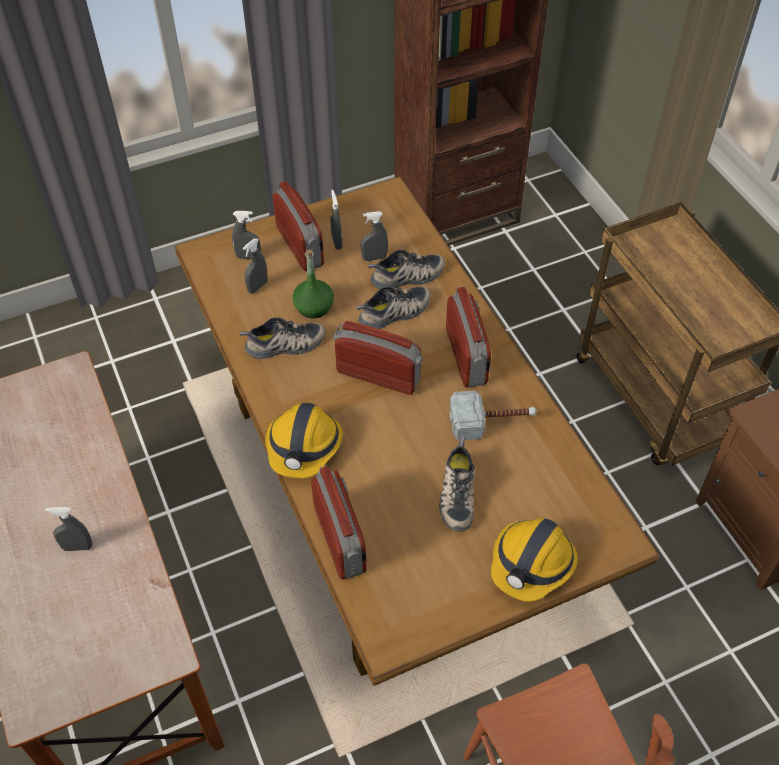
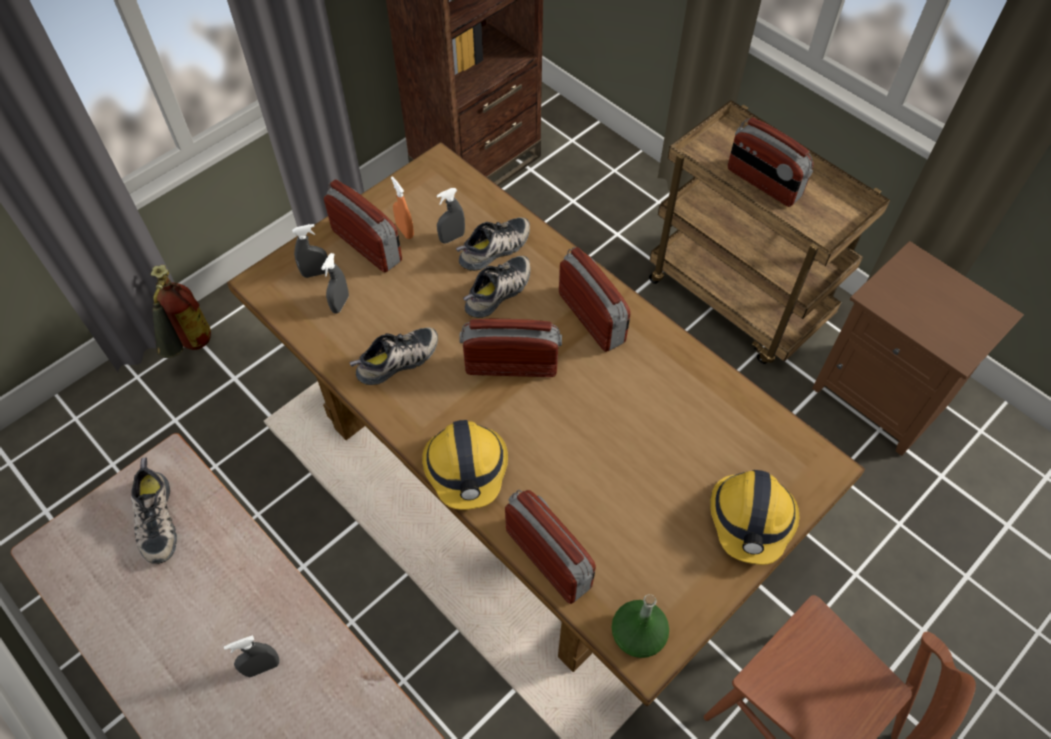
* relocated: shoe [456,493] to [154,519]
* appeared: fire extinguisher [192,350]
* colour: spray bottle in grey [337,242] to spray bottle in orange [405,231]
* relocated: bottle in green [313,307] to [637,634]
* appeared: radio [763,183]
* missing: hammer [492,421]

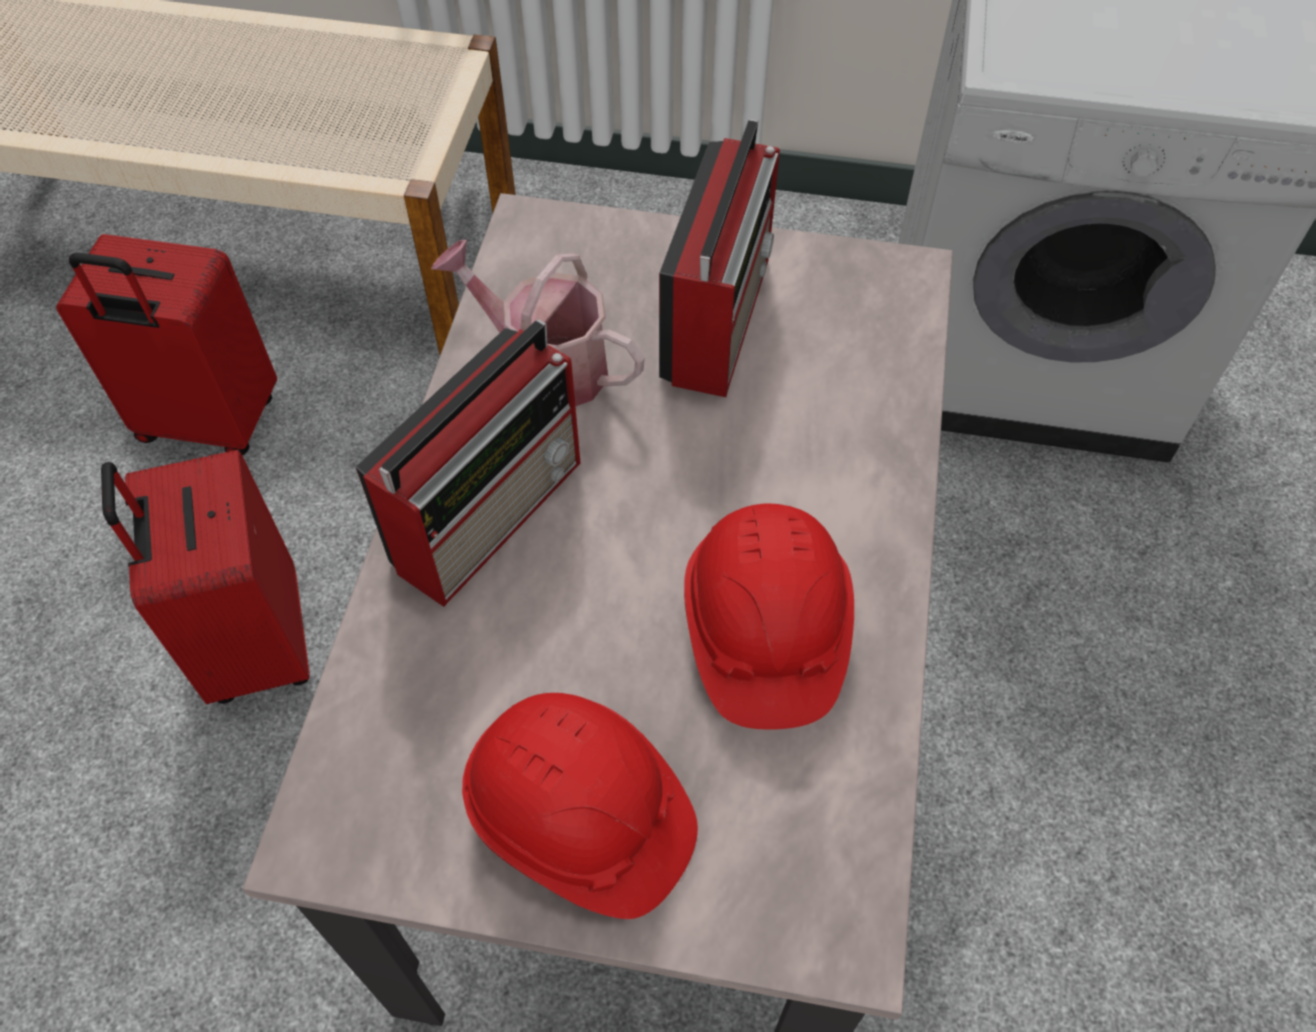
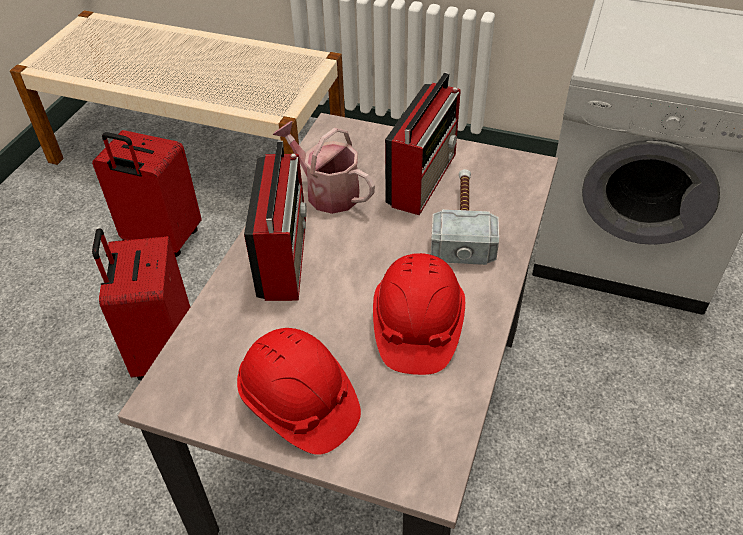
* spun: radio [492,511] = [284,256] 45 degrees counterclockwise
* appeared: hammer [463,224]

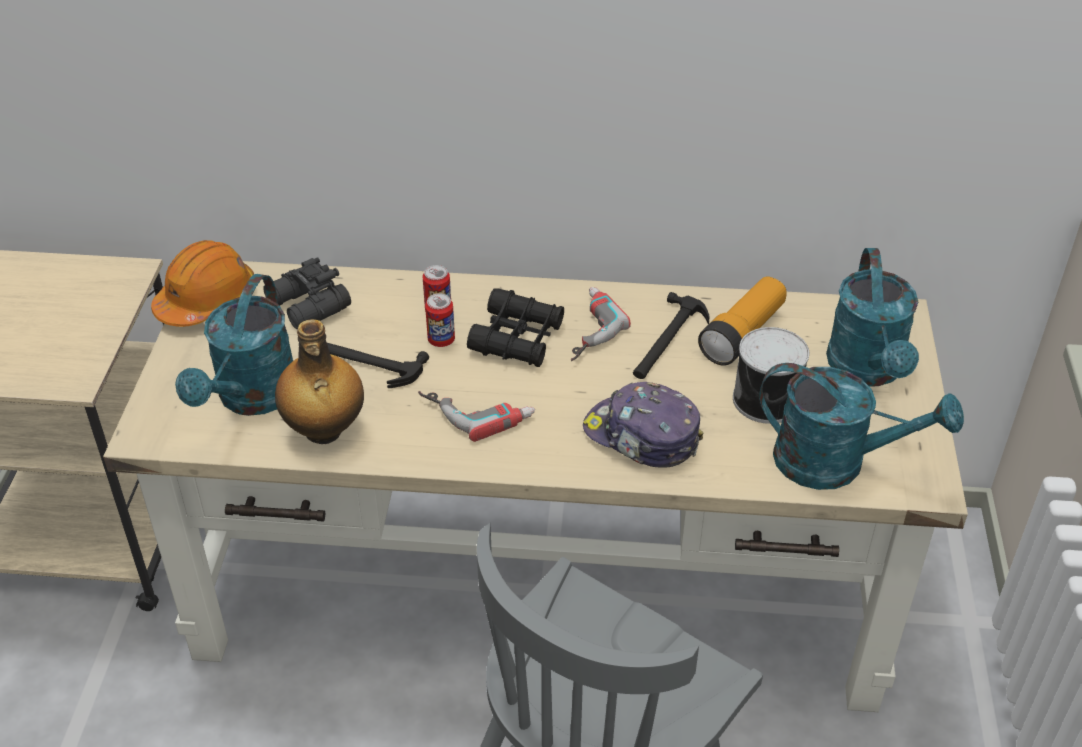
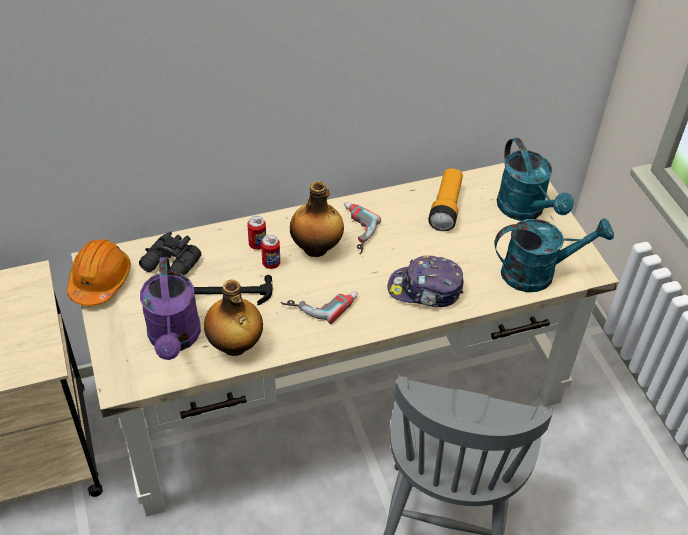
* colour: watering can in turquoise [251,399] to watering can in purple [174,339]
* exchanged: binoculars in black [517,338] to bottle [317,248]
* missing: hammer [667,341]
* missing: can [768,400]

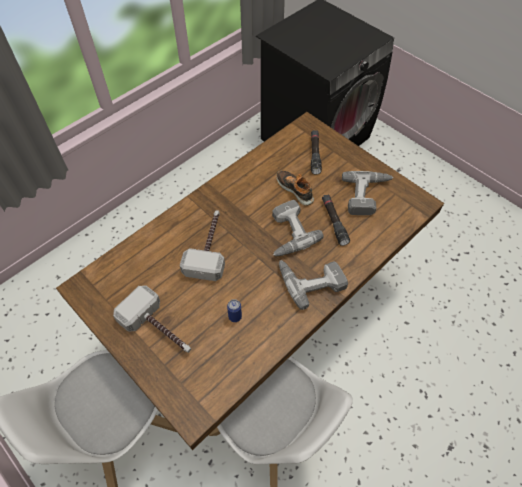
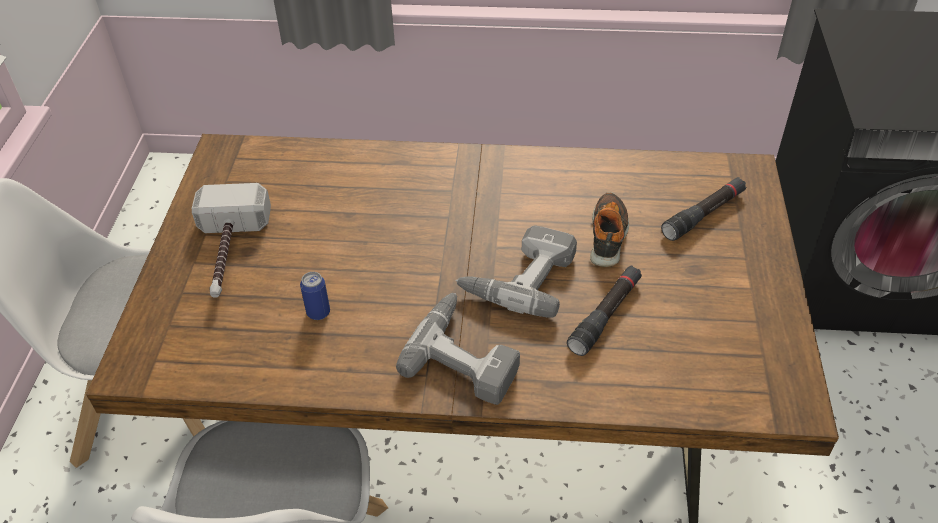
* missing: hammer [209,247]
* missing: power drill [368,196]

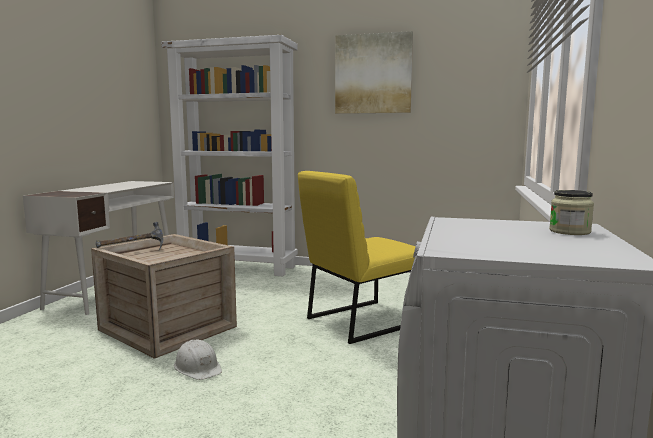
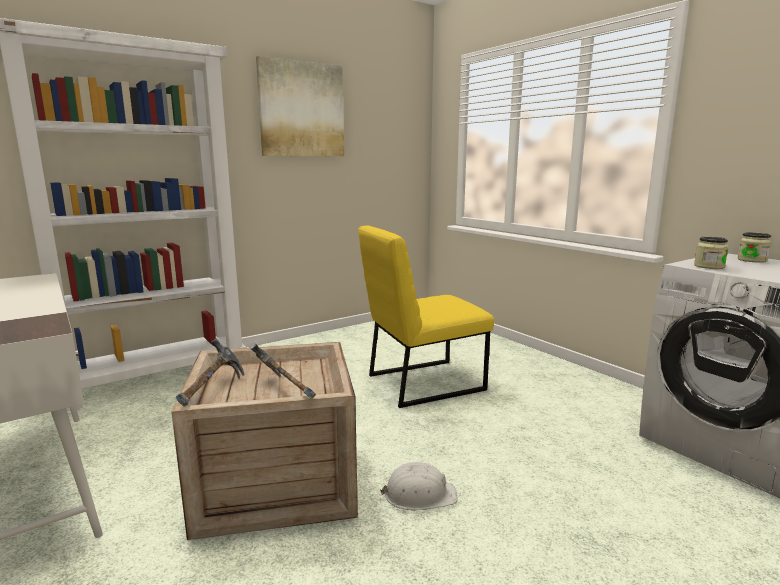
* appeared: hammer [284,393]
* spun: chair in yellow [361,321] = [422,383] 60 degrees clockwise
* appeared: jar [709,266]

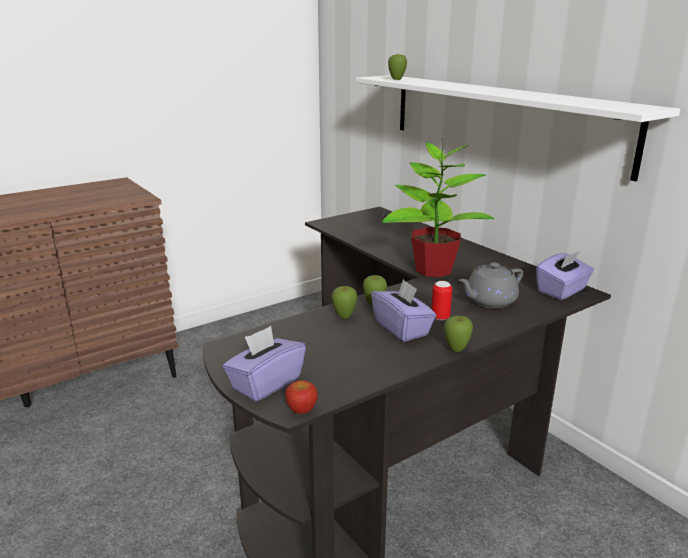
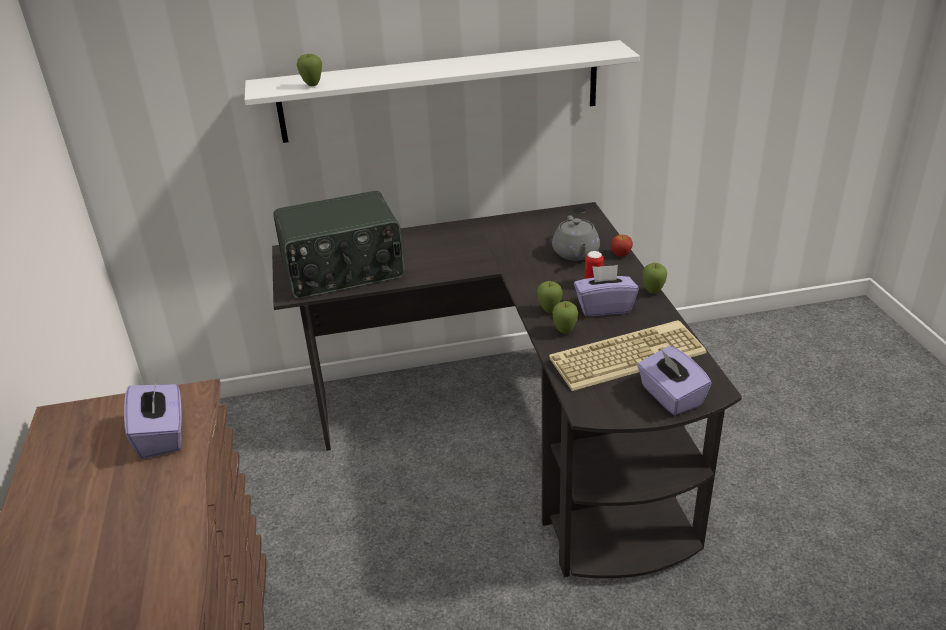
* relocated: tissue box in purple [562,291] to [162,436]
* appeared: radio [343,271]
* appeared: keyboard [627,355]
* relocated: apple [301,410] to [621,254]
* missing: potted plant [432,269]

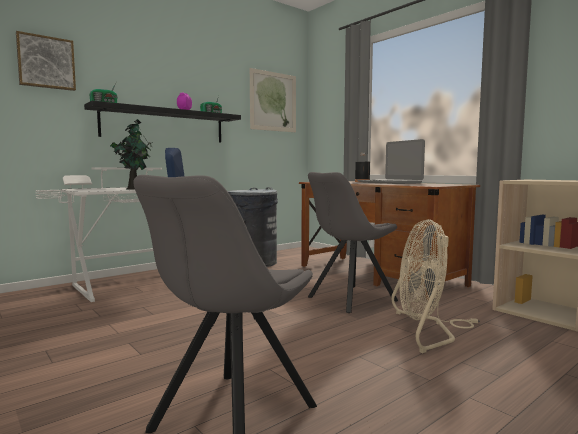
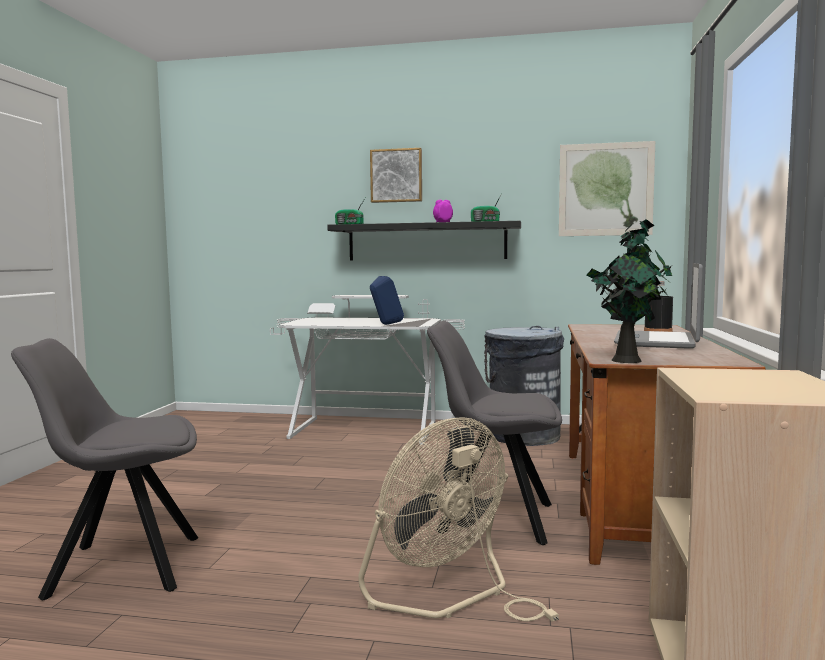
* relocated: picture [46,62] to [396,176]
* relocated: potted plant [134,189] to [627,360]

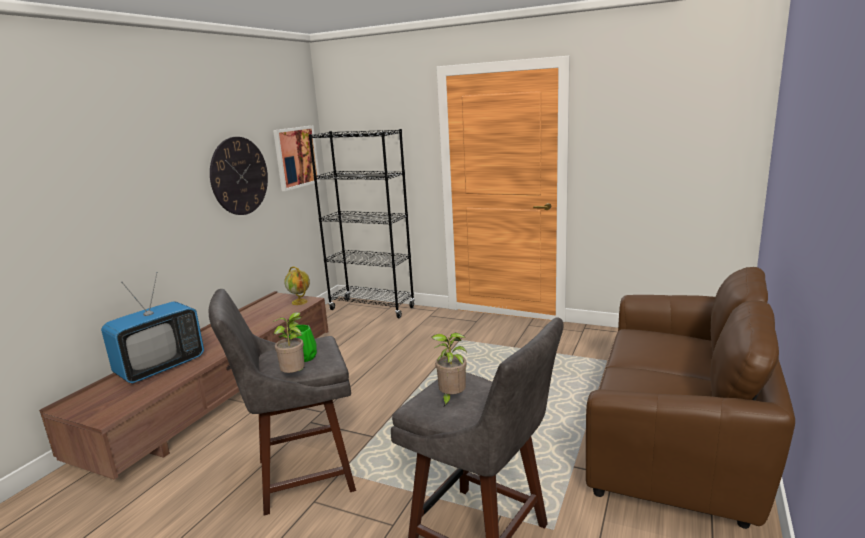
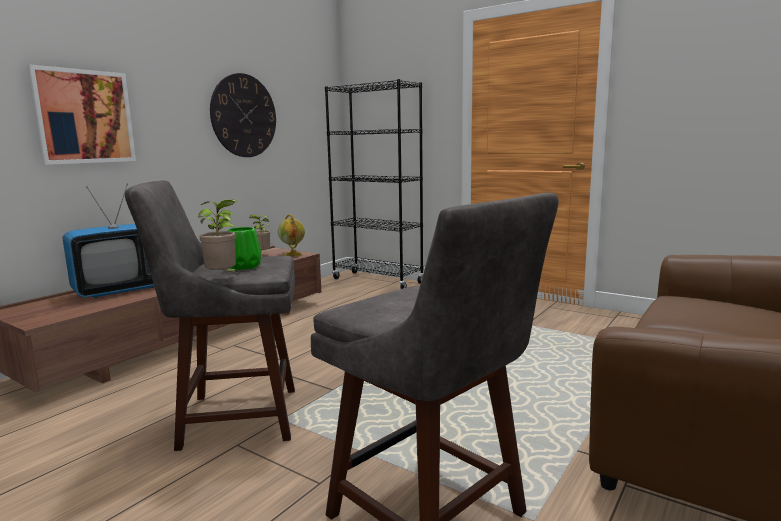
* relocated: picture [296,157] to [83,117]
* relocated: potted plant [451,399] to [261,254]

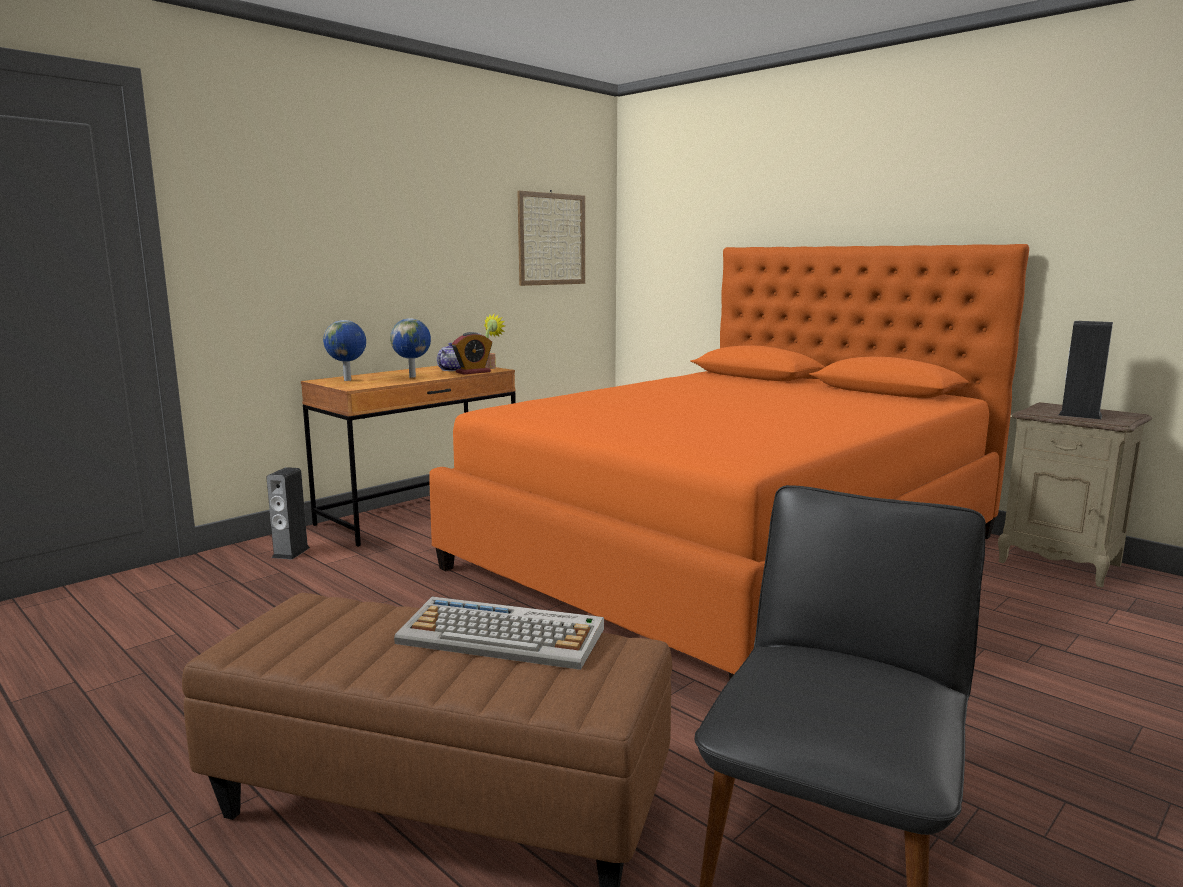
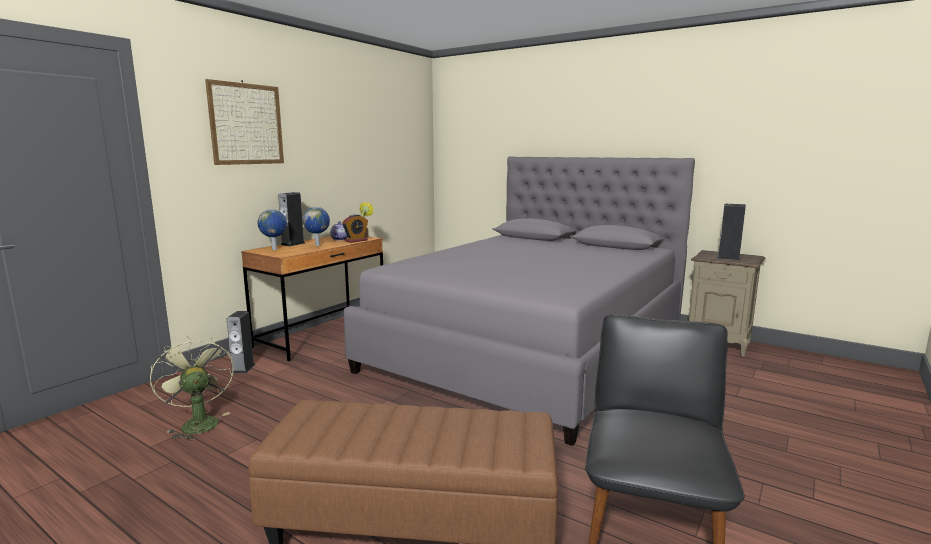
* appeared: fan in green [197,423]
* relocated: picture [551,237] to [246,122]
* appeared: speaker [293,244]
* colour: bed in orange [730,551] to bed in grey [531,349]
* missing: keyboard [503,636]

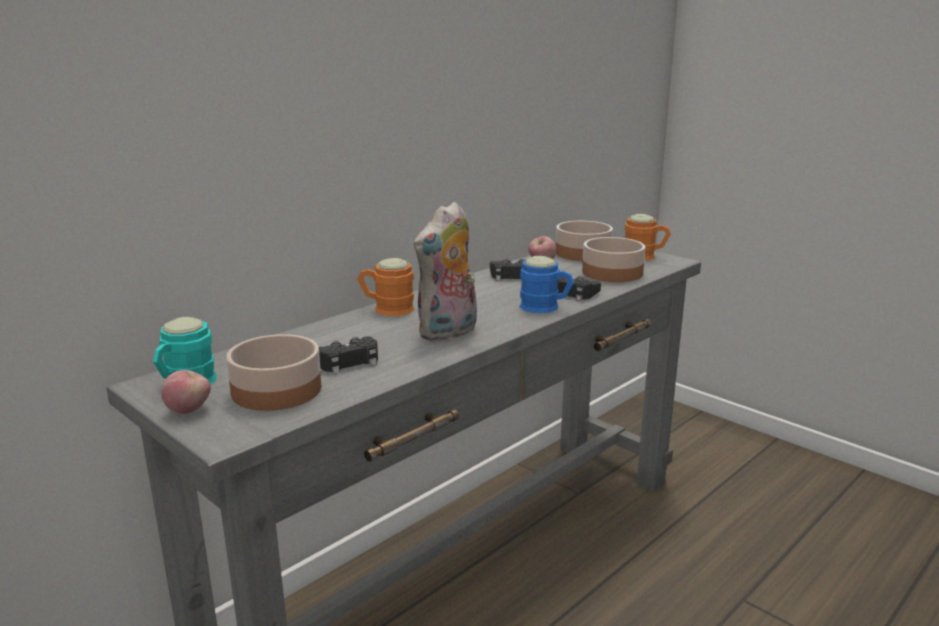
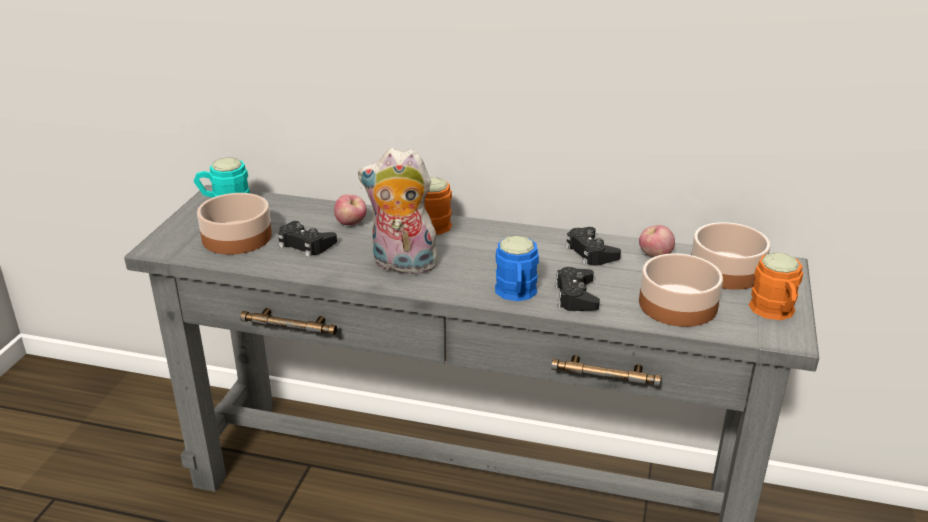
* relocated: apple [189,410] to [351,224]

